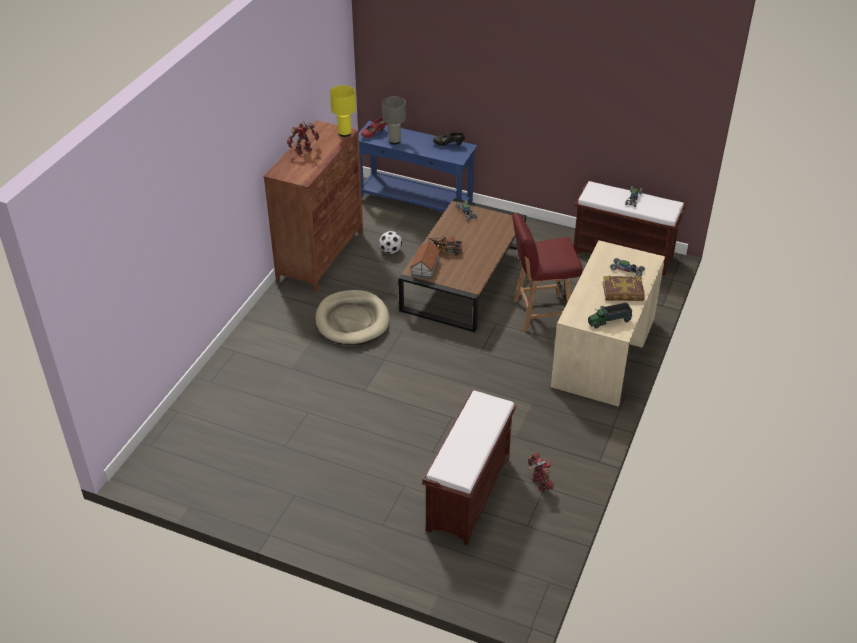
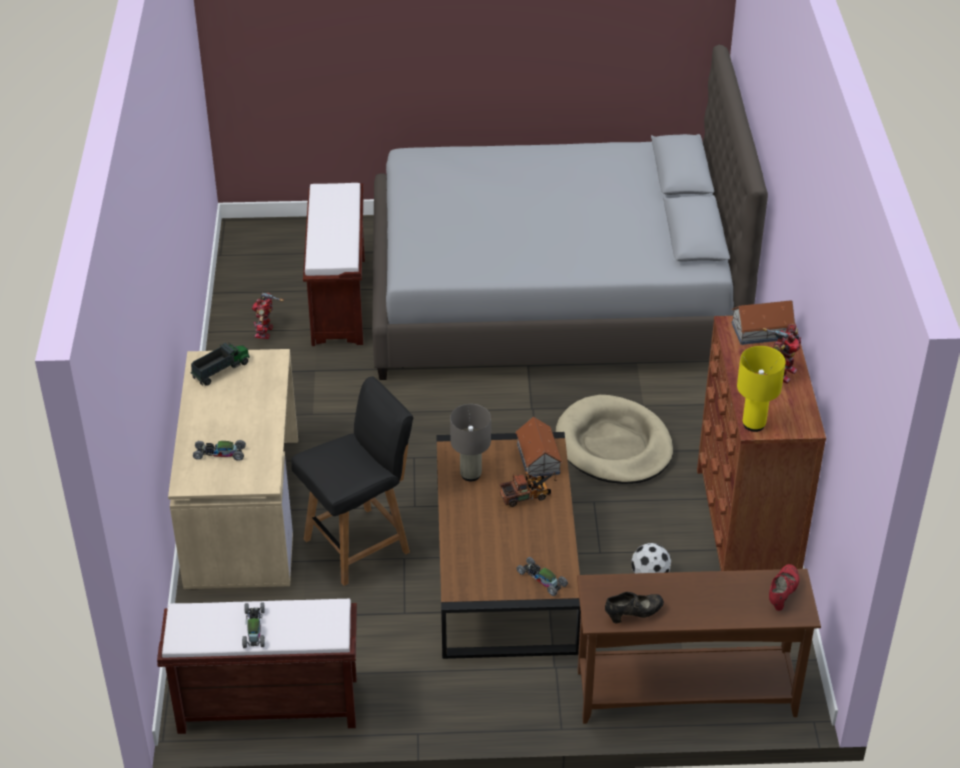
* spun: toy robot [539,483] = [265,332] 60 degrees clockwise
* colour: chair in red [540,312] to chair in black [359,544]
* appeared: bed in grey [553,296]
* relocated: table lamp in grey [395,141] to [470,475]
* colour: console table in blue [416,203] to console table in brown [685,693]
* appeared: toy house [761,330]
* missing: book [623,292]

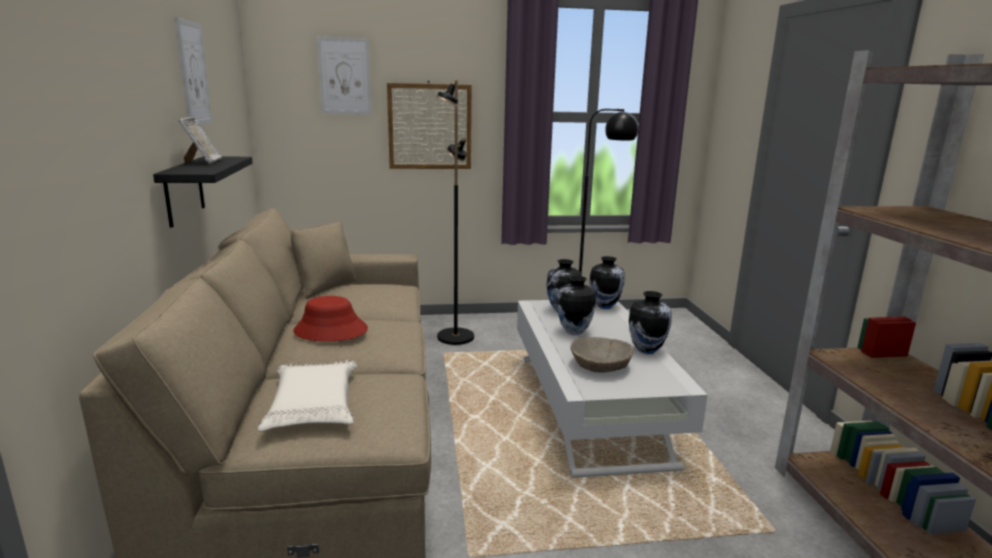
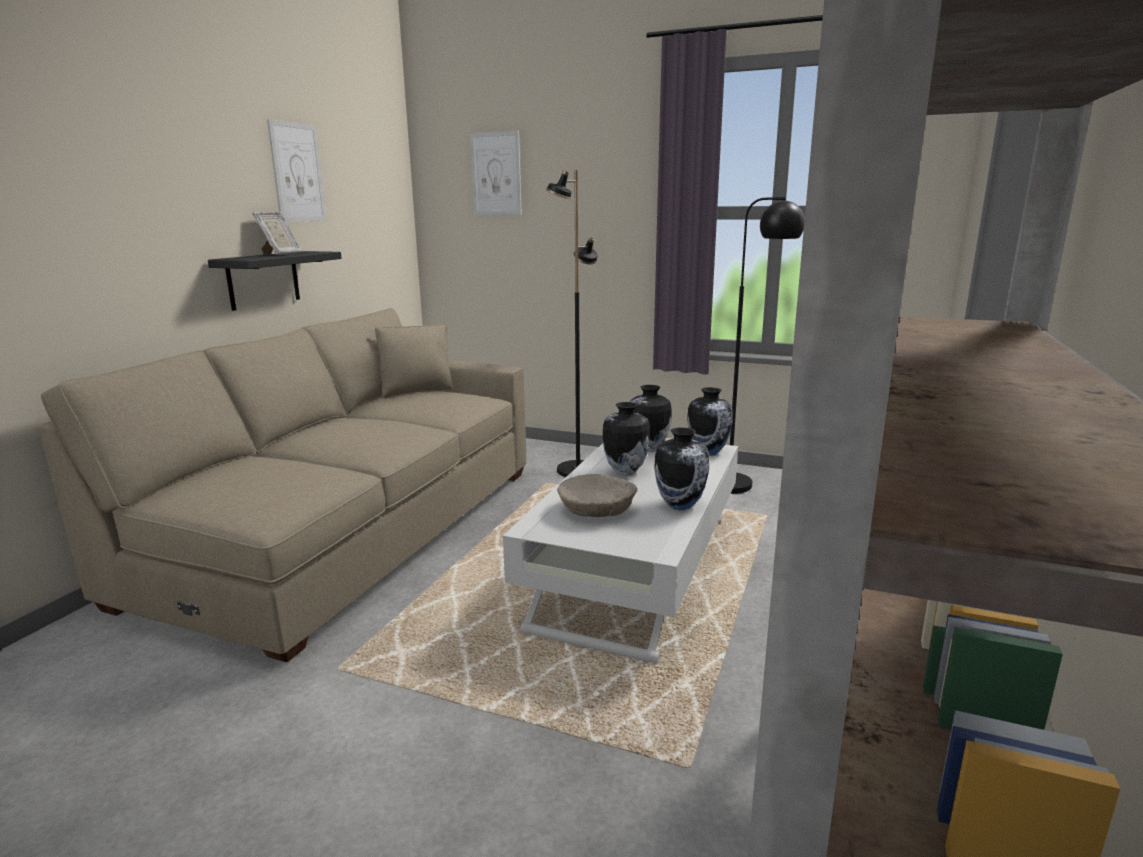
* missing: pillow in white [313,402]
* missing: hat in red [330,331]
* missing: picture [430,125]

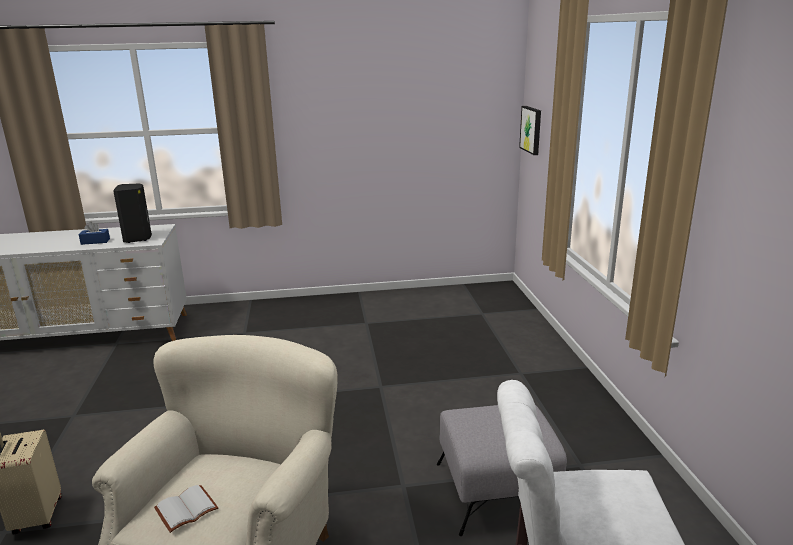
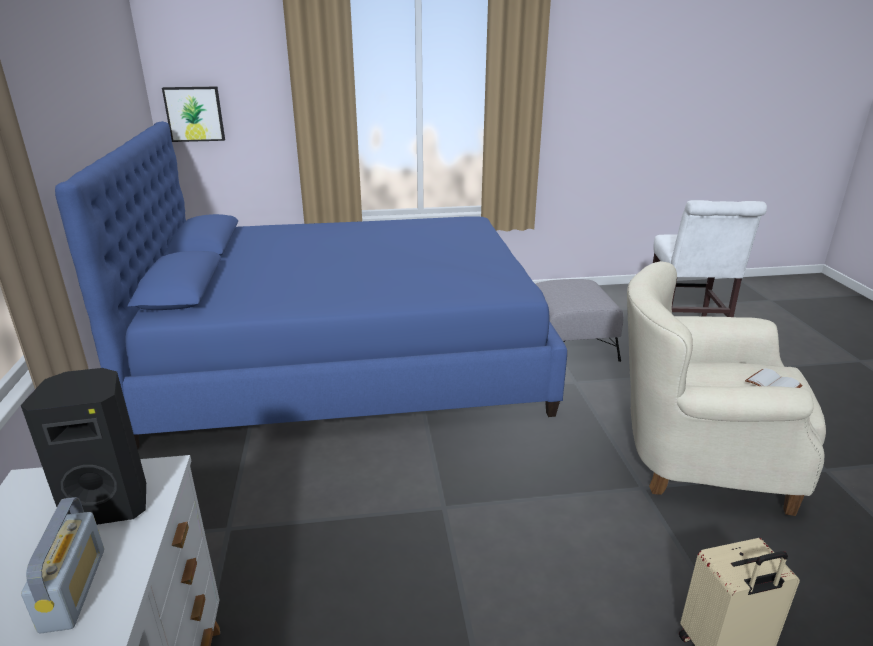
* exchanged: tissue box in blue [95,241] to radio [73,589]
* appeared: bed in blue [347,360]

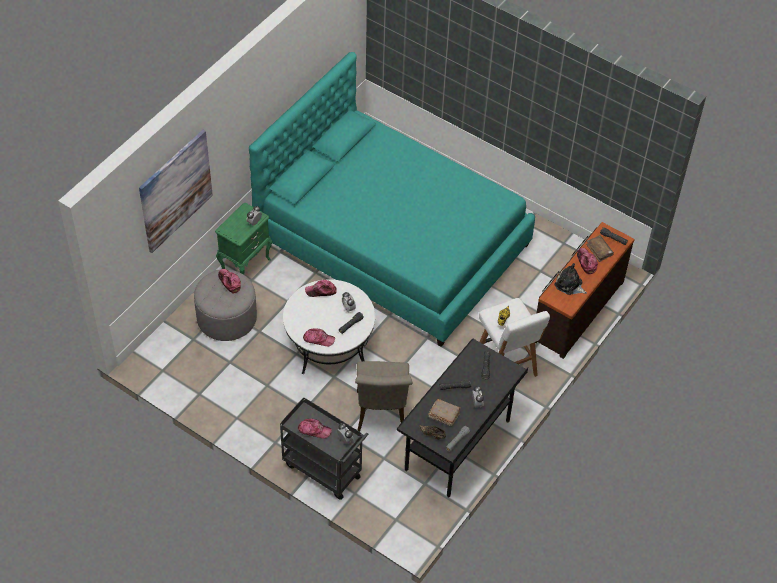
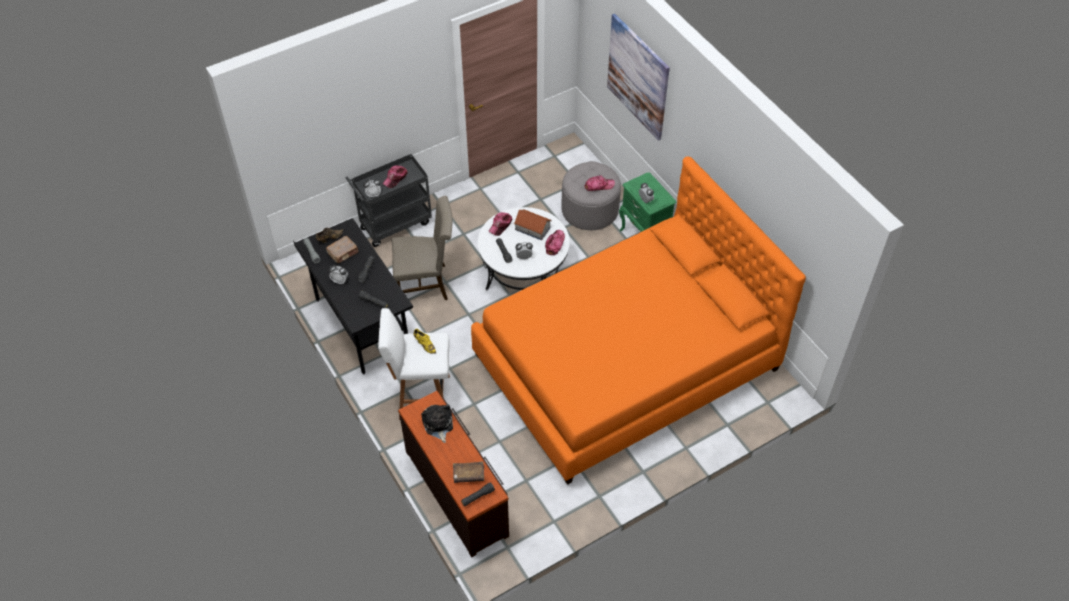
* spun: chair in beige [381,415] = [426,283] 150 degrees clockwise
* spun: plush toy [569,285] = [438,425] 75 degrees counterclockwise
* colour: bed in turquoise [392,241] to bed in orange [626,362]
* appeared: toy house [533,228]
* missing: cap [586,262]

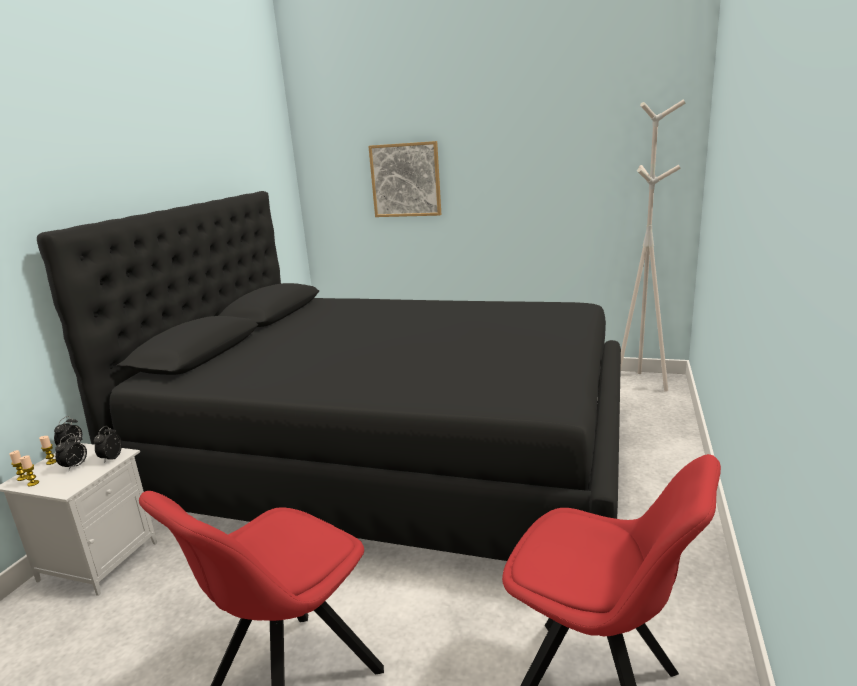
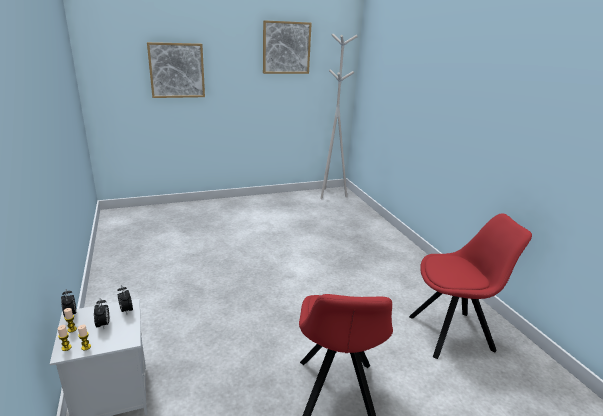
* appeared: picture [286,48]
* missing: bed in black [393,458]

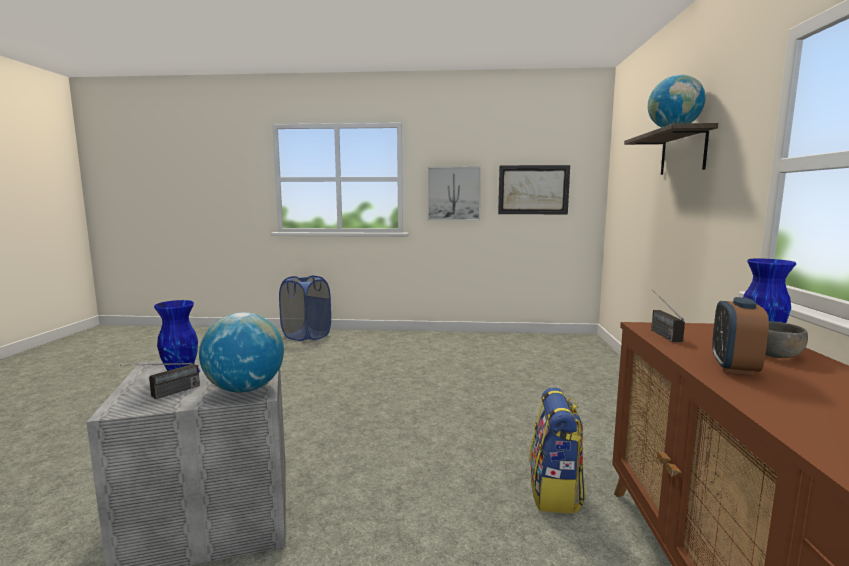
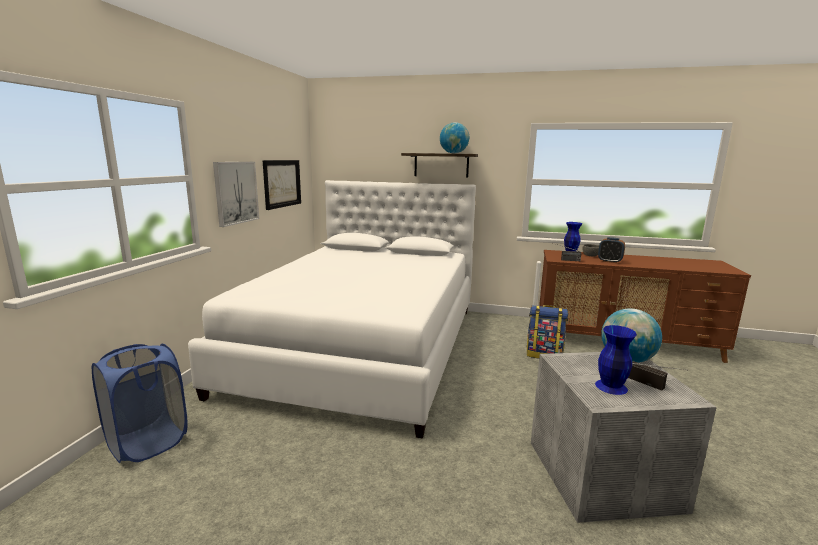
* appeared: bed in white [364,346]

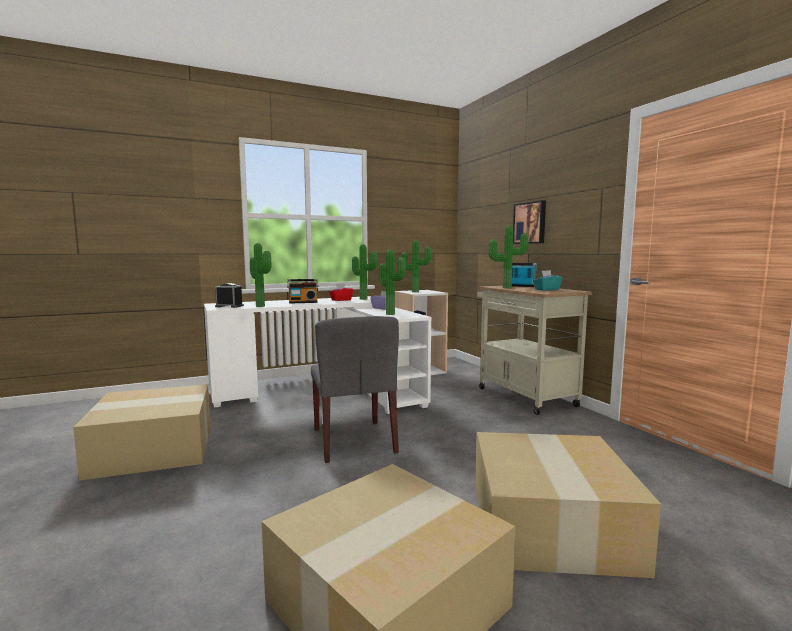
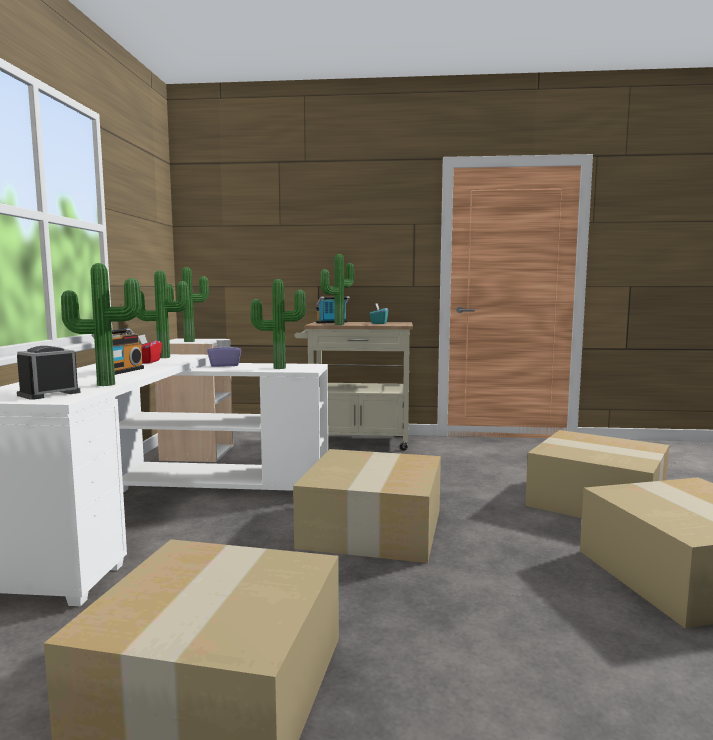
* exchanged: chair in grey [354,440] to cardboard box [374,529]
* missing: picture [530,223]

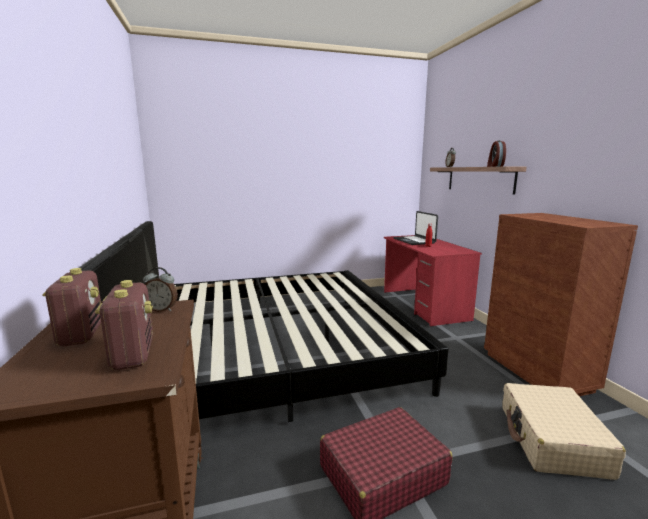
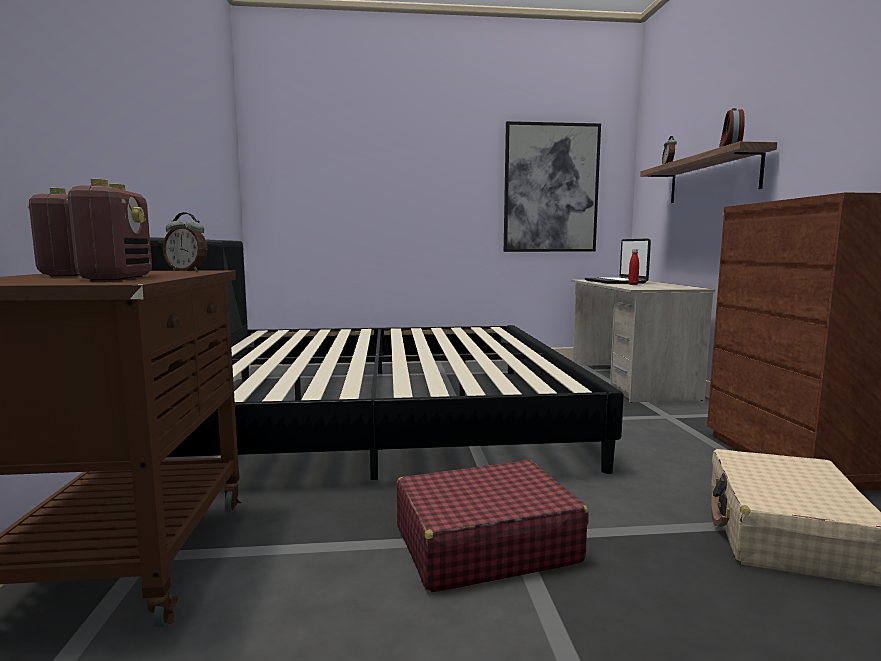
* appeared: picture [551,188]
* colour: desk in red [423,305] to desk in beige [629,381]

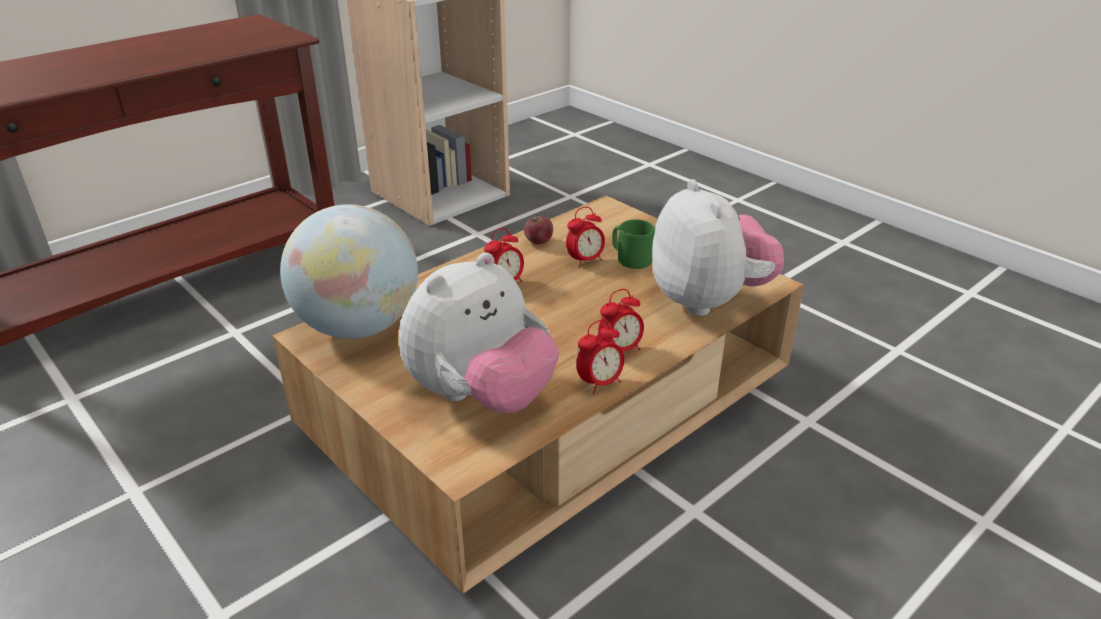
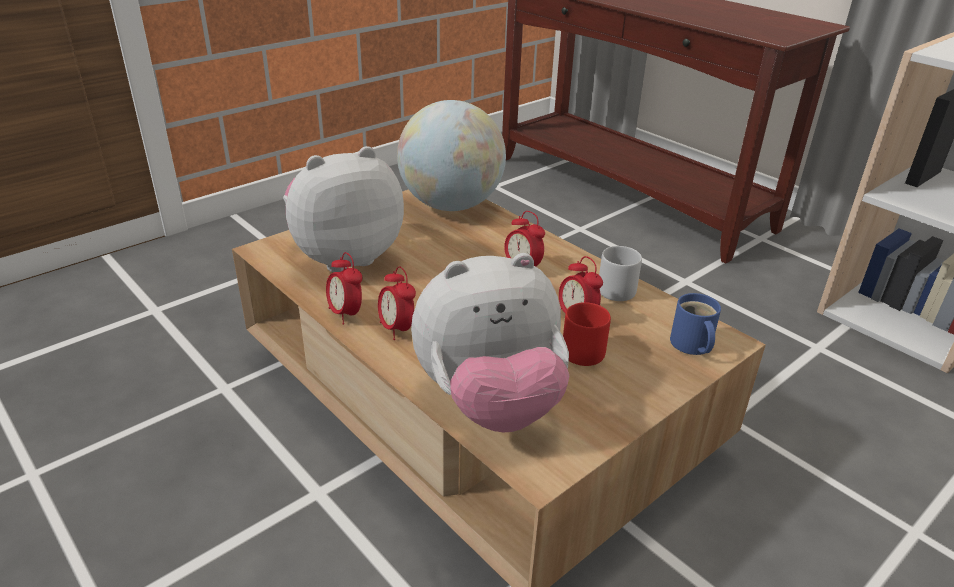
* spun: plush toy [481,396] = [344,256] 105 degrees clockwise
* colour: mug in green [631,259] to mug in red [586,350]
* exchanged: apple [538,241] to mug in grey [615,288]
* appeared: mug in blue [691,345]

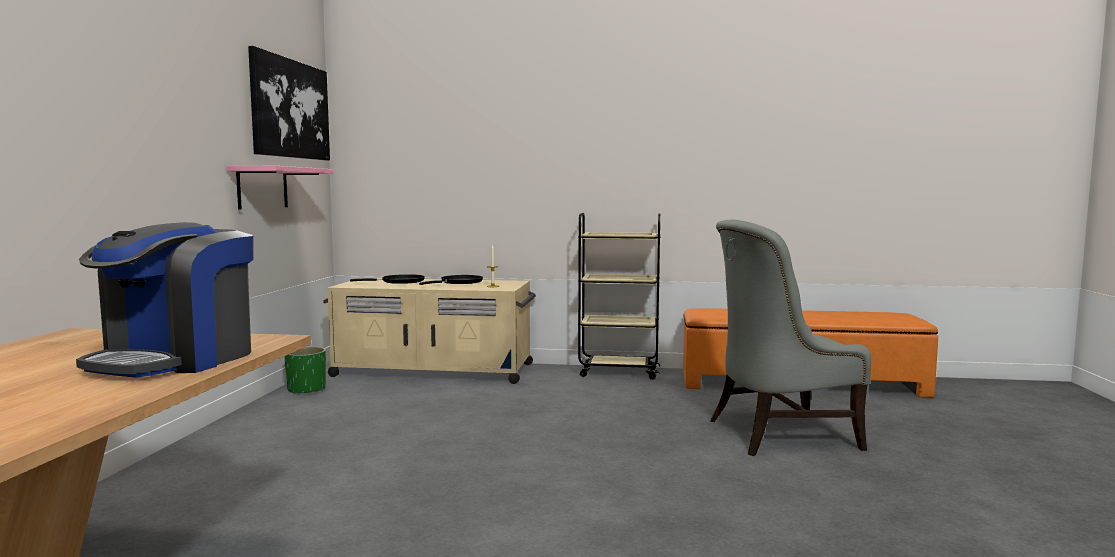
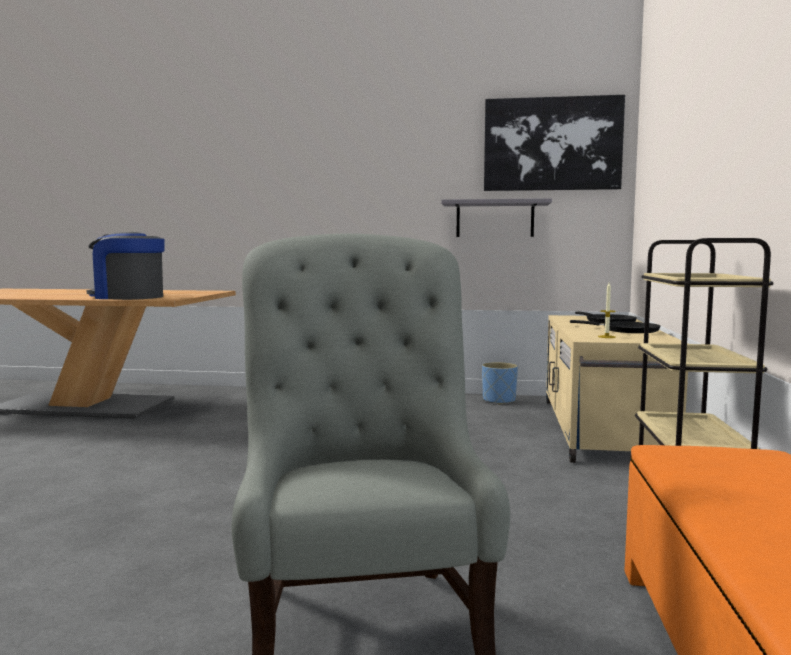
* colour: shelf in pink [262,188] to shelf in grey [495,219]
* colour: planter in green [307,390] to planter in blue [499,401]

